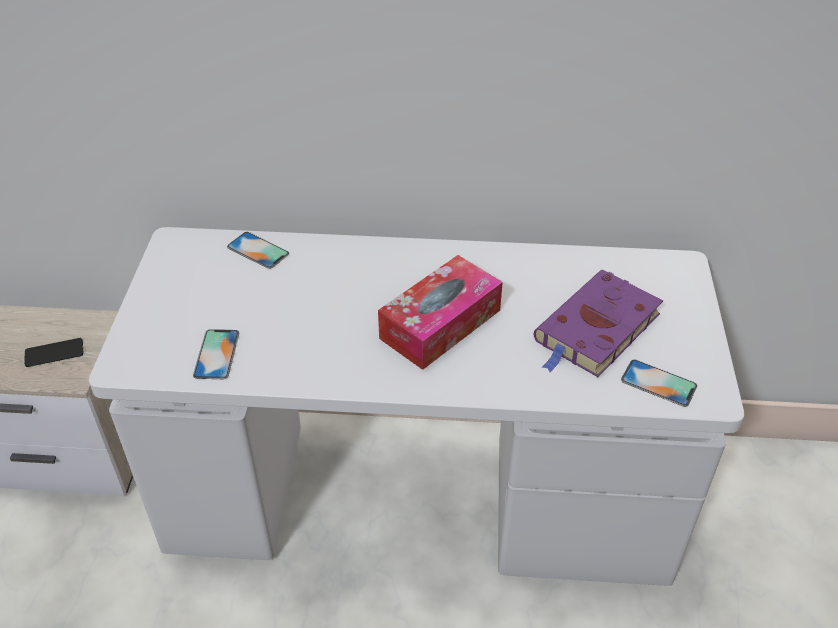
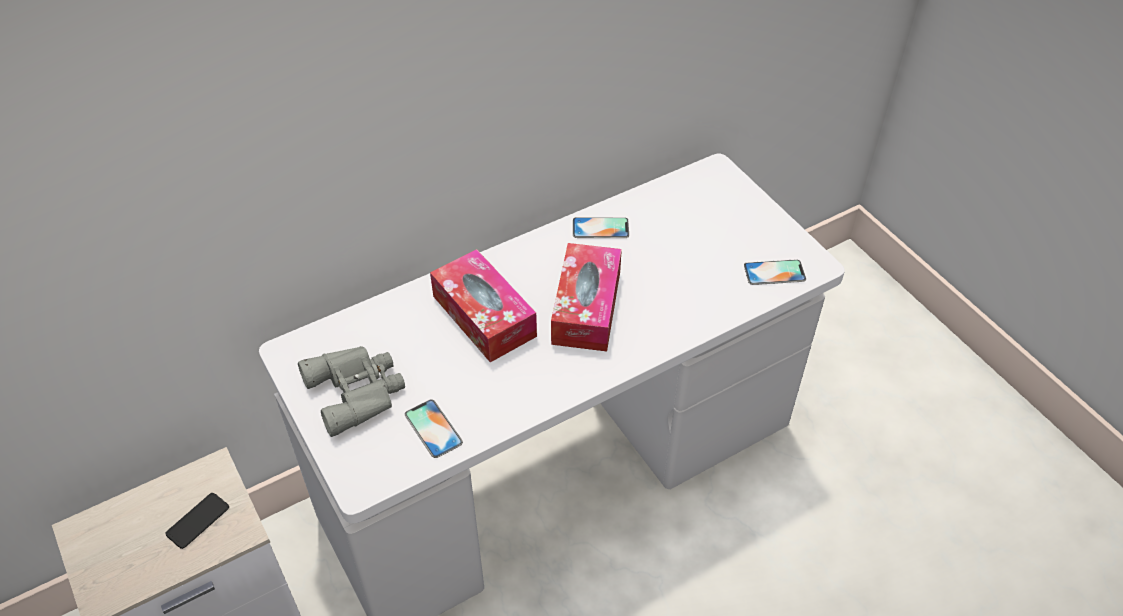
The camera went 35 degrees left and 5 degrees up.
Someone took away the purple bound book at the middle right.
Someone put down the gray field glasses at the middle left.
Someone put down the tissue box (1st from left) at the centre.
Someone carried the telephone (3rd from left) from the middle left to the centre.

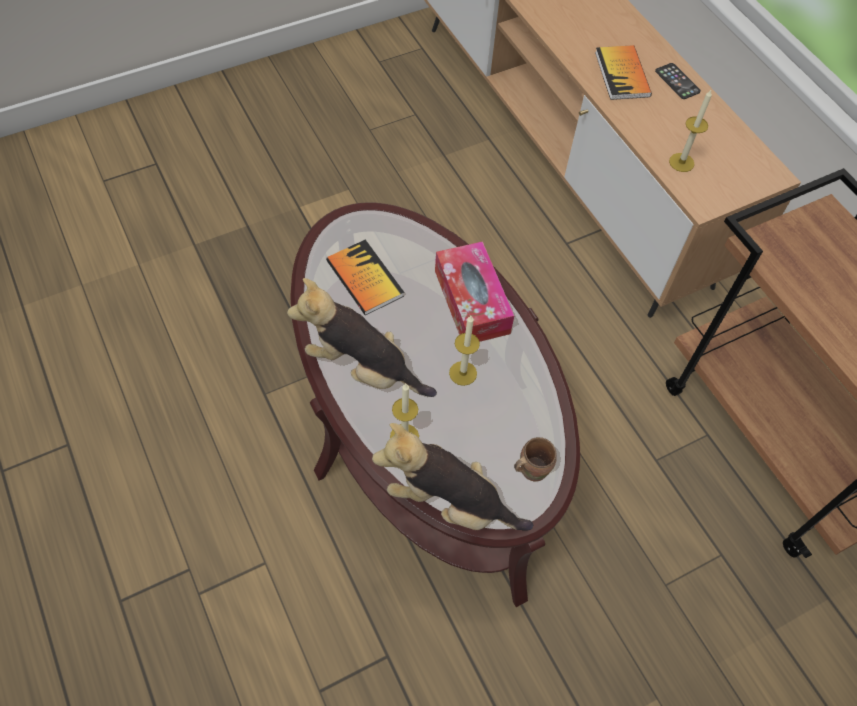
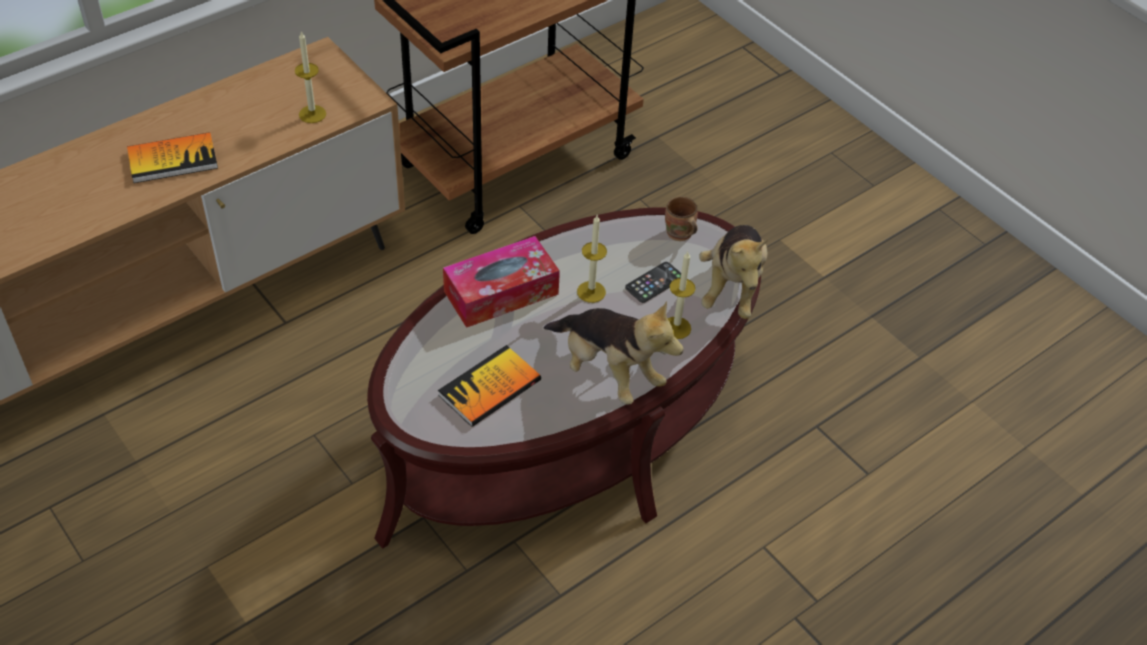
The camera went 100 degrees left and 10 degrees down.
Someone carried the telephone from the top right to the centre.
Someone rotated the plush toy (1st from left) at the centre by 60 degrees counterclockwise.

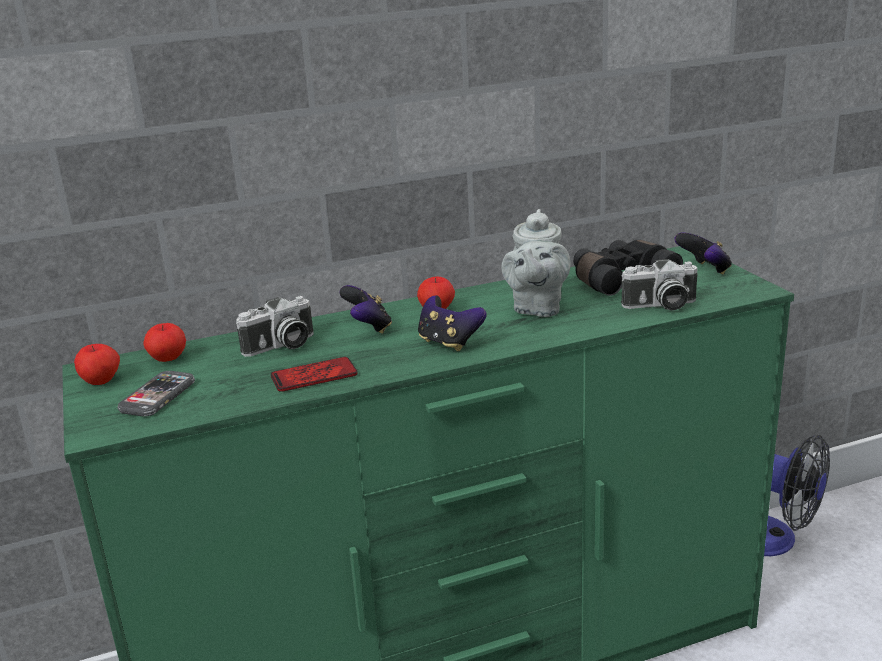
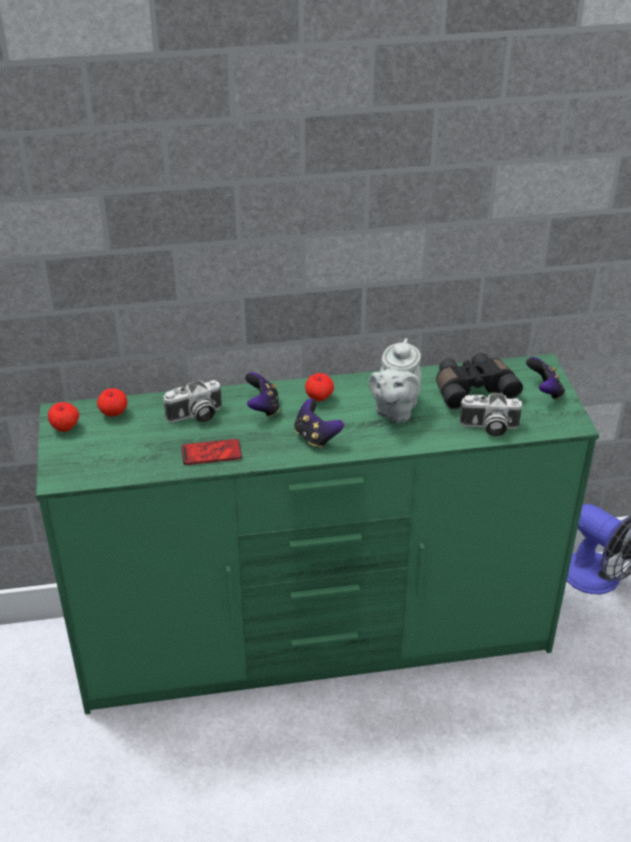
The camera went 10 degrees right and 15 degrees up.
Someone took away the telephone (1st from left) at the middle left.

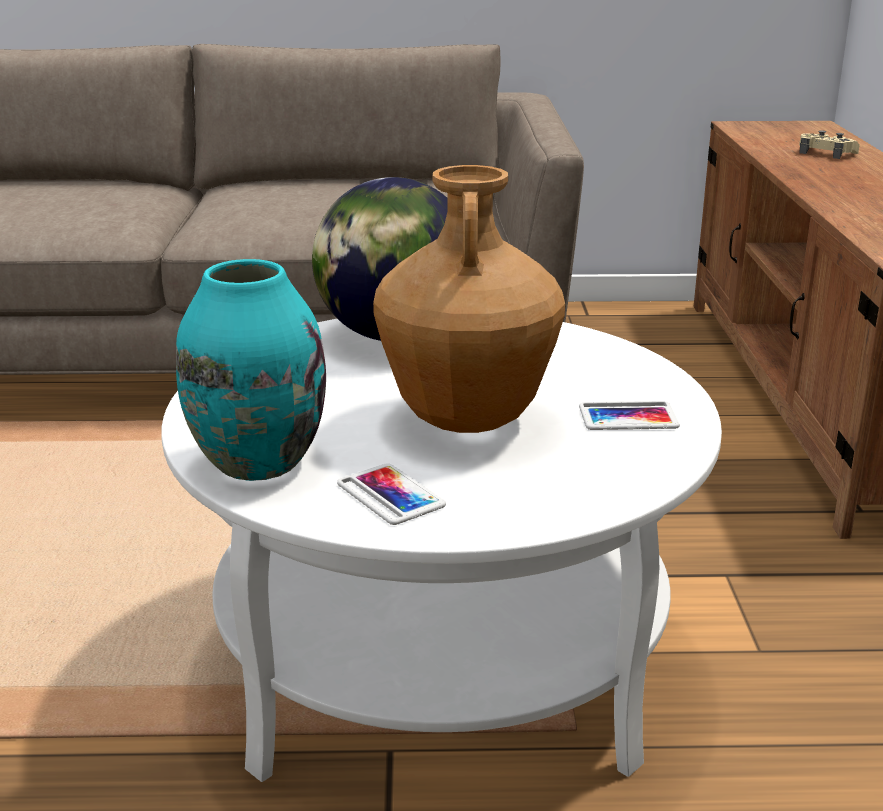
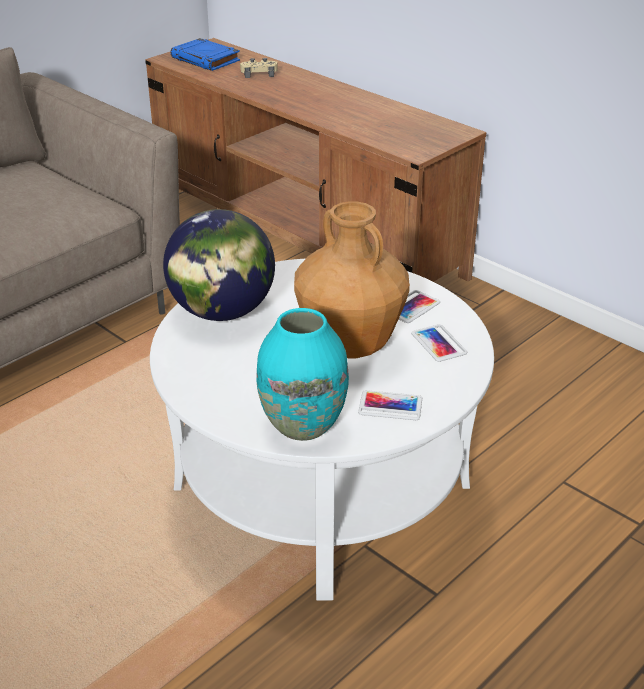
The camera went 45 degrees left and 10 degrees up.
Someone put down the blue-coloured bound book at the top left.
Someone put down the telephone (3rd from left) at the middle right.

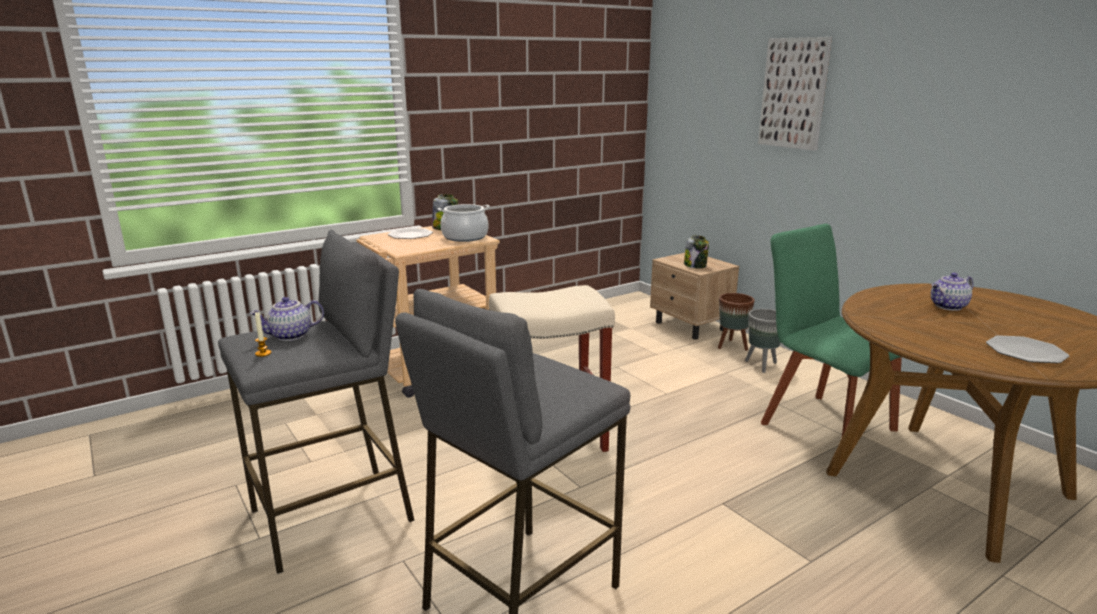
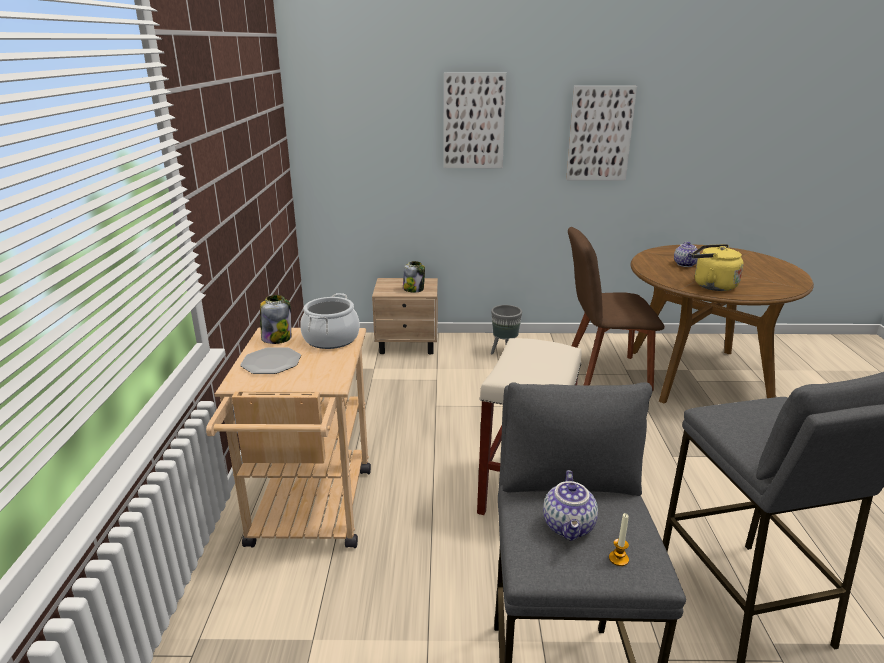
The camera went 55 degrees left and 5 degrees up.
Someone took away the brownish plant pot at the middle right.
Someone took away the dinner plate (2nd from left) at the middle right.
Someone put up the wall picture (2nd from left) at the top right.
Someone put down the yellow water kettle at the middle right.
Someone repainted the green chair at the middle right, which became the brownish chair at the middle right.

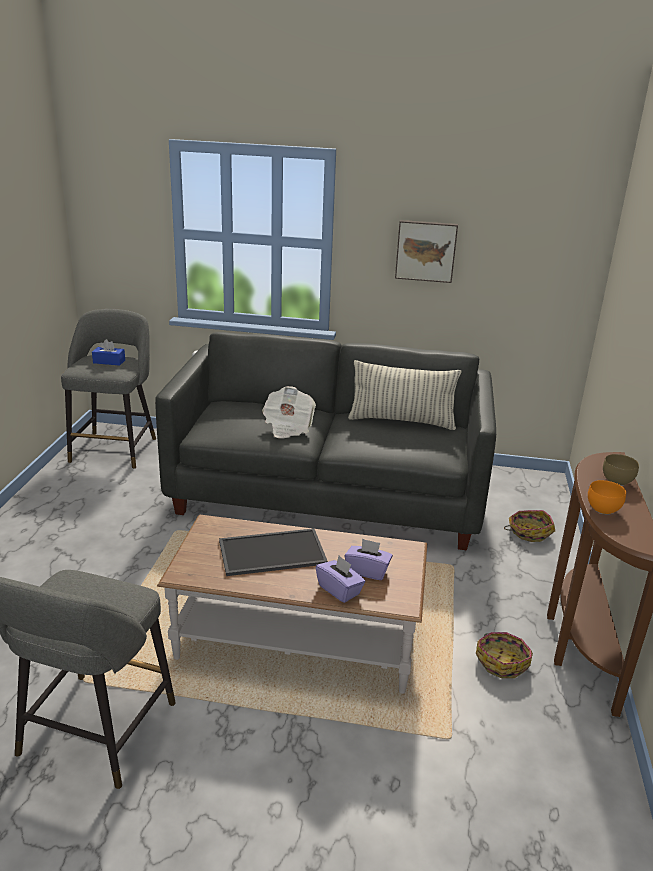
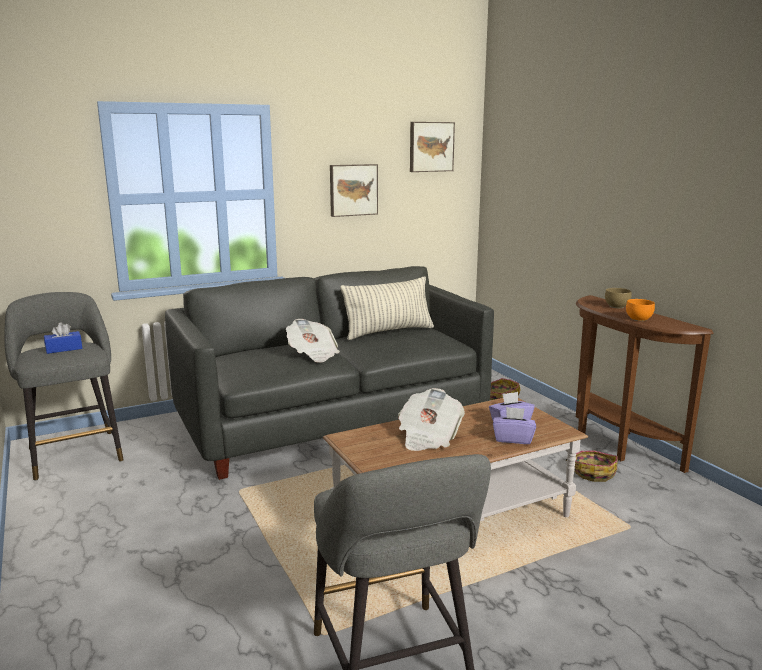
The camera went 35 degrees left and 10 degrees down.
Someone put up the wall picture (2nd from left) at the top centre.
Someone swapped the carrying tray at the centre for the printed paper (2nd from left) at the centre.

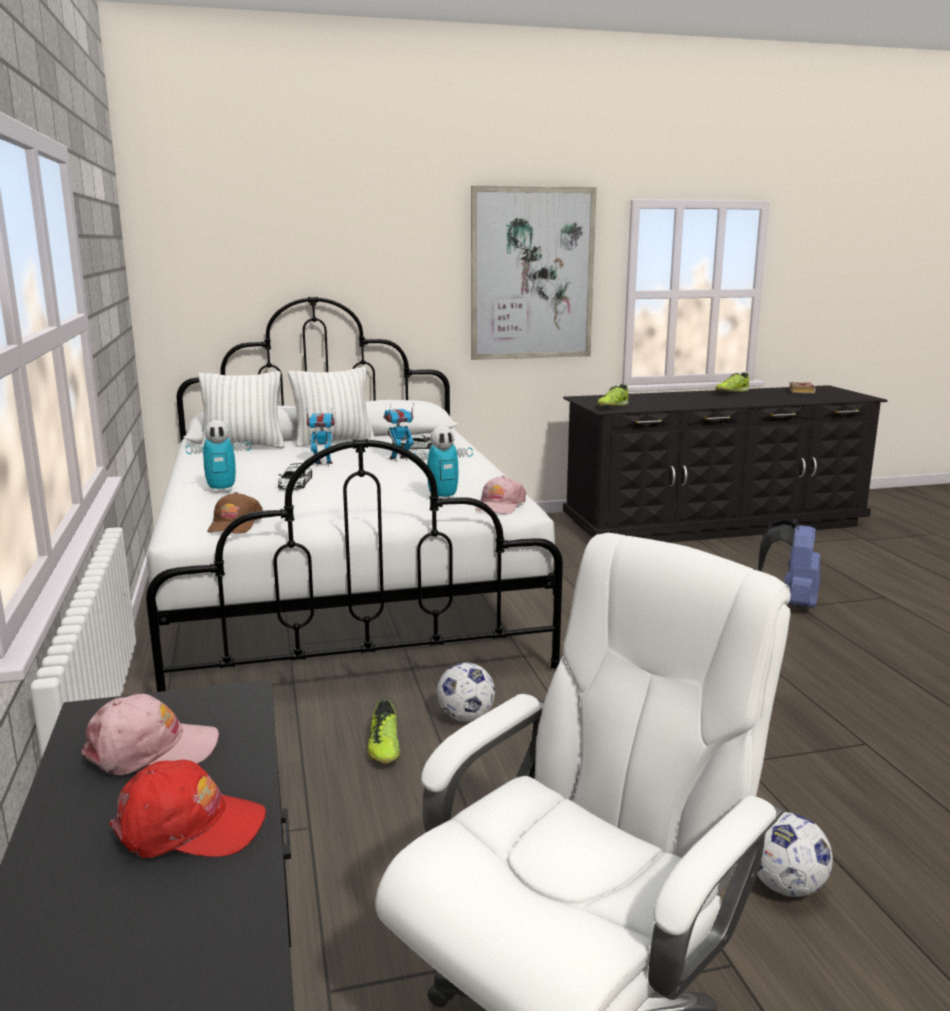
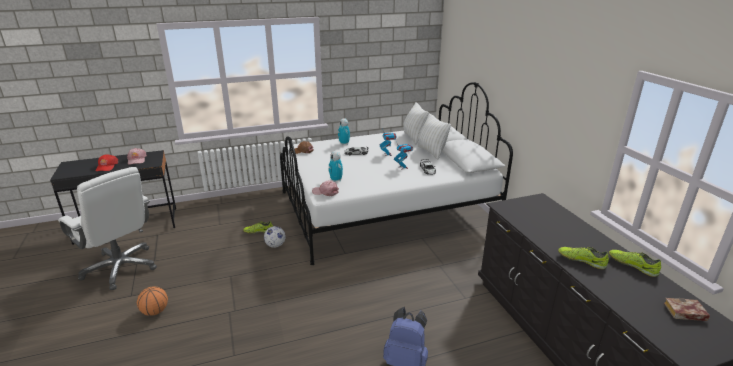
The camera went 85 degrees right and 10 degrees up.
Someone took away the wall picture at the top centre.
Someone carried the shoe (2nd from left) from the centre to the bottom right.
Someone swapped the football ball (2nd from left) at the bottom right for the basketball ball at the bottom left.

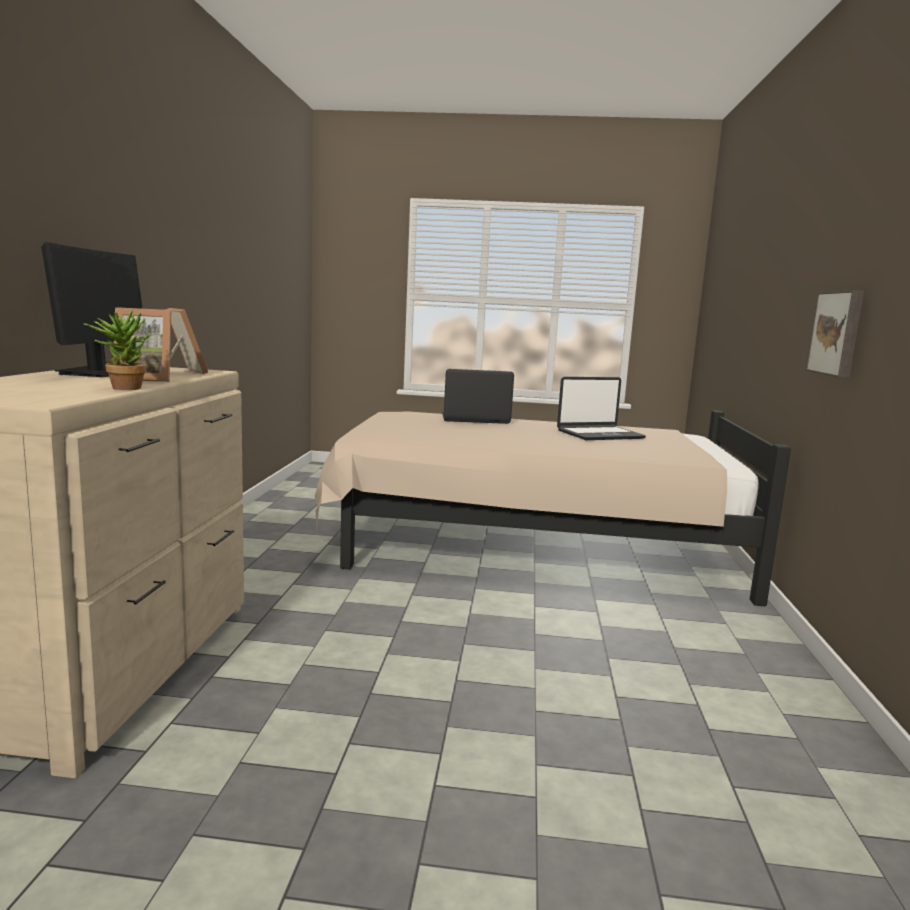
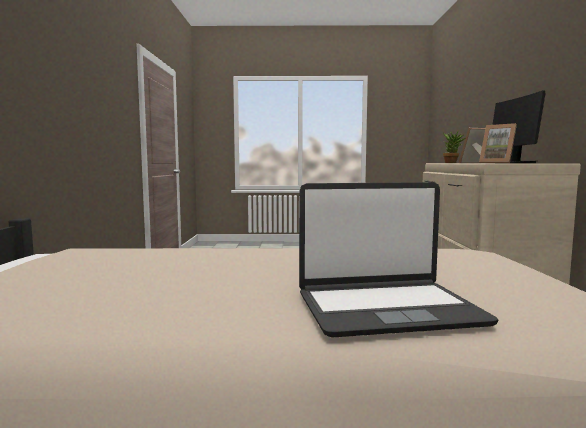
The camera went 175 degrees right and 5 degrees down.
Someone took away the laptop (2nd from left) at the centre.
Someone took away the wall picture at the middle right.

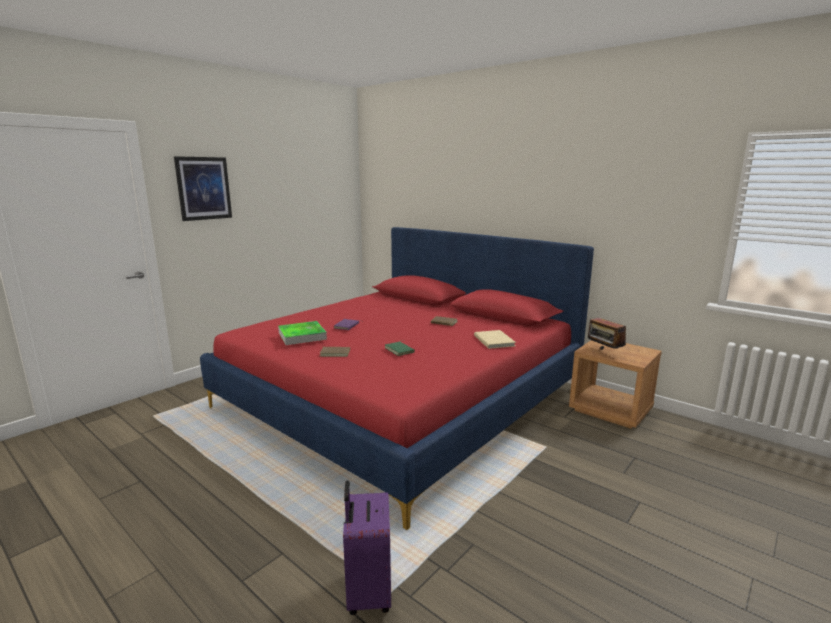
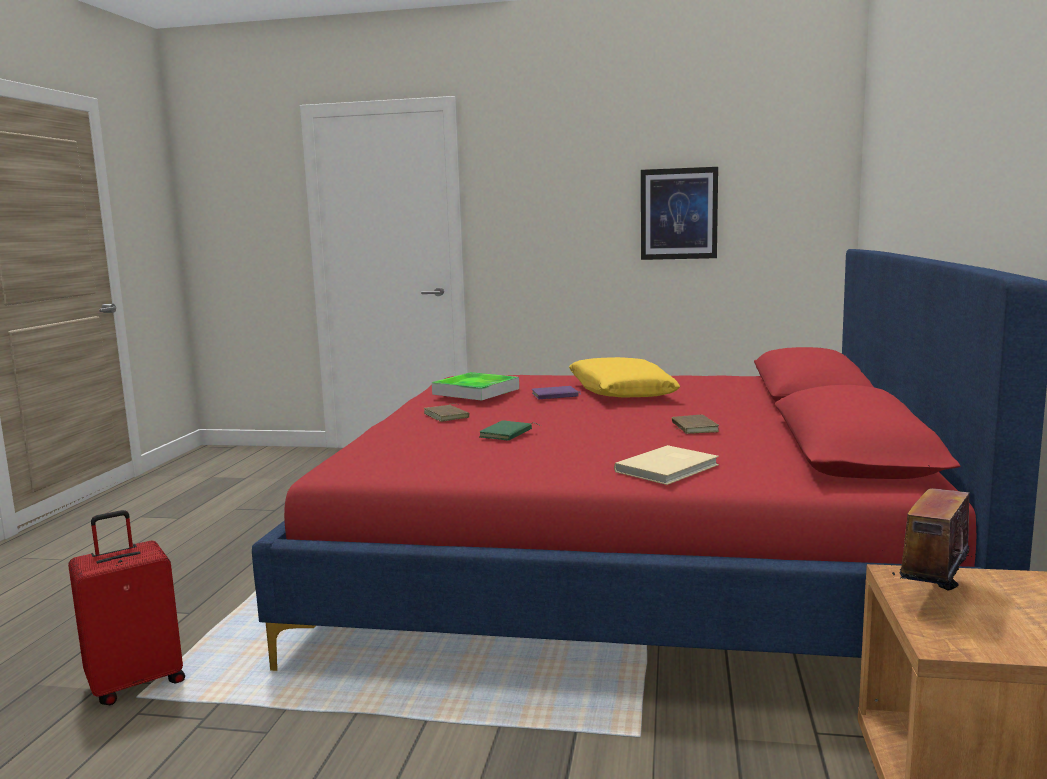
The camera went 60 degrees right and 5 degrees down.
Someone put down the yellow pillow at the centre.
Someone carried the wall picture from the top left to the top centre.
Someone repainted the purple piece of luggage at the bottom centre, which became the red-coloured piece of luggage at the bottom left.

